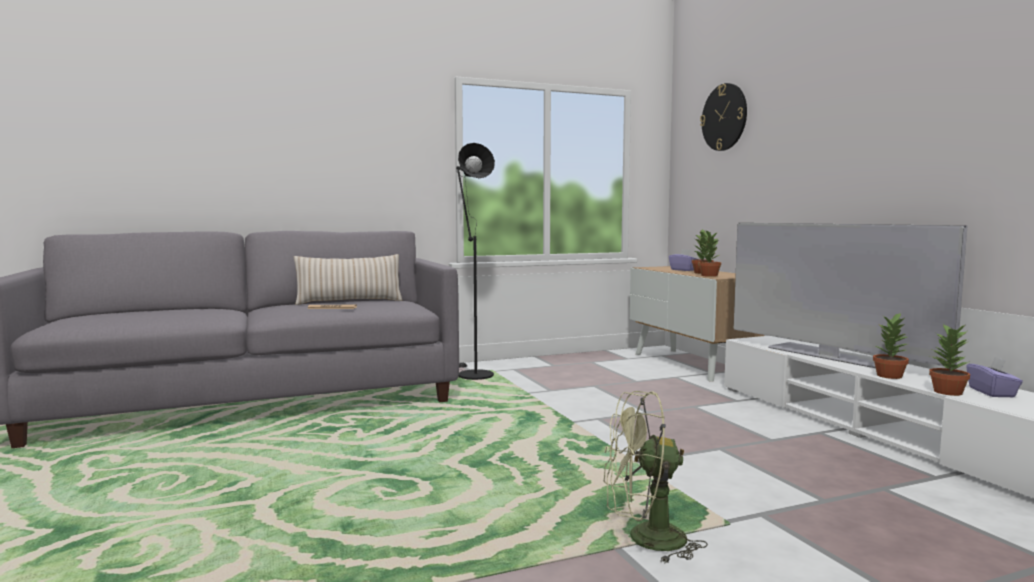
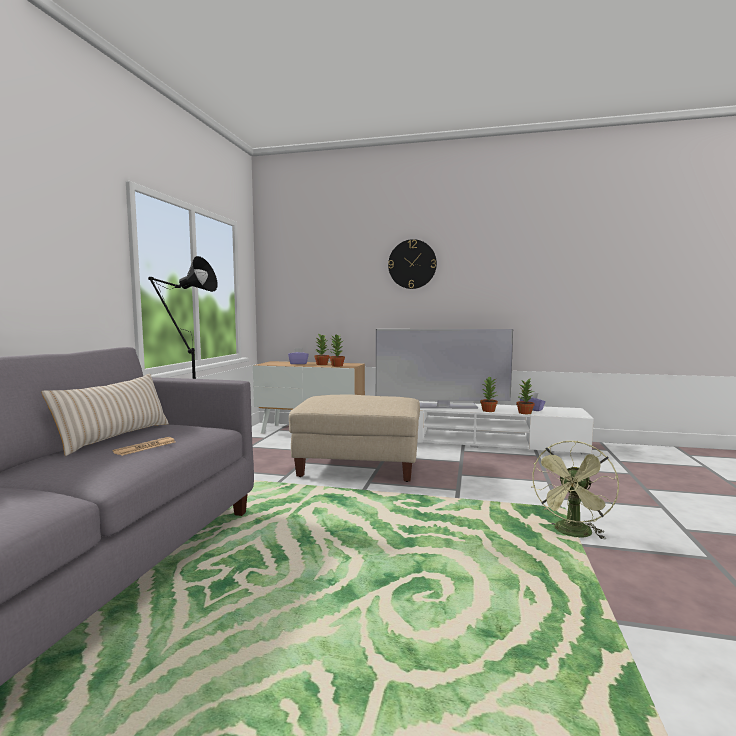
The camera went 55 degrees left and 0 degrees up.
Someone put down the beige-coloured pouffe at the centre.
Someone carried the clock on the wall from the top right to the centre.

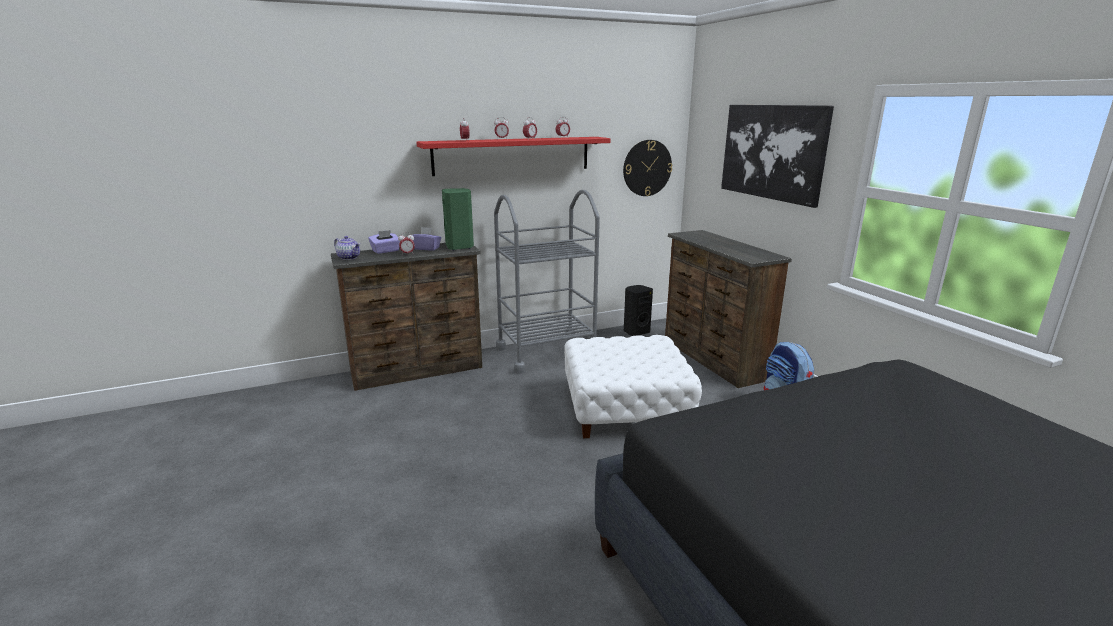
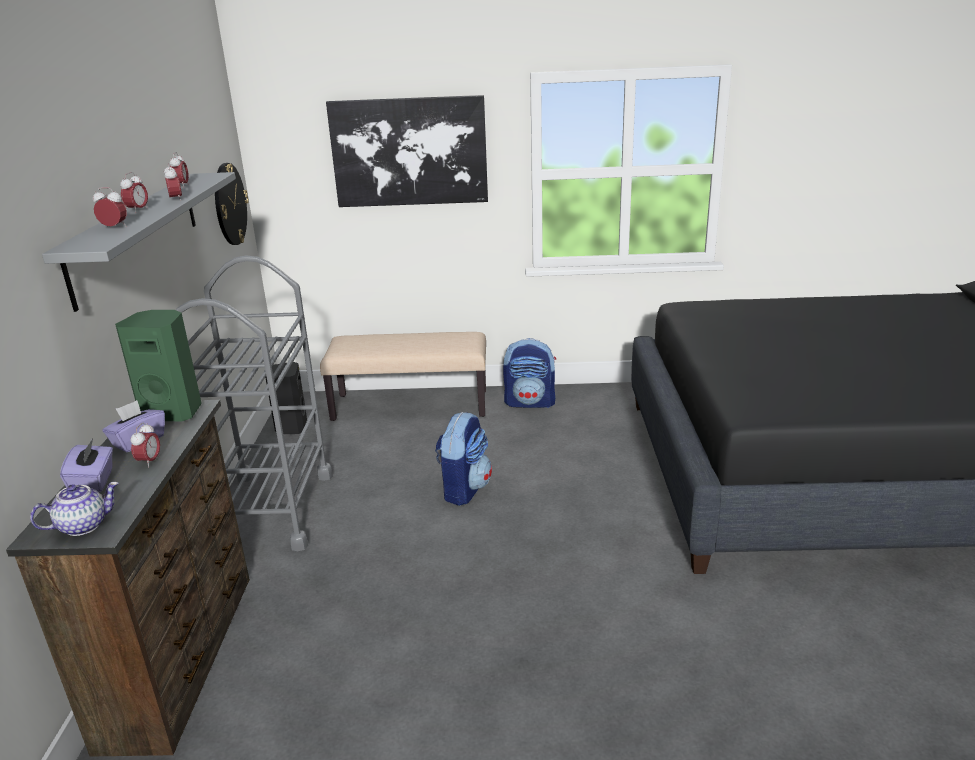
The camera went 65 degrees left and 5 degrees up.
Someone swapped the whitish pouffe at the centre for the rucksack (1st from left) at the centre.
Someone swapped the brownish dresser (2nd from left) at the centre for the beige-coloured bench at the centre.
Someone repainted the red-coloured wall shelf at the top centre, which became the gray wall shelf at the top left.

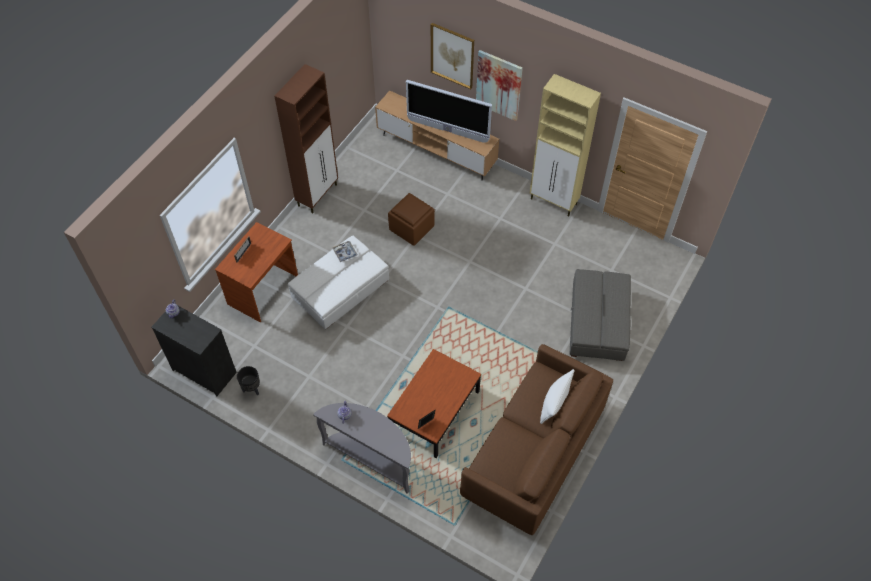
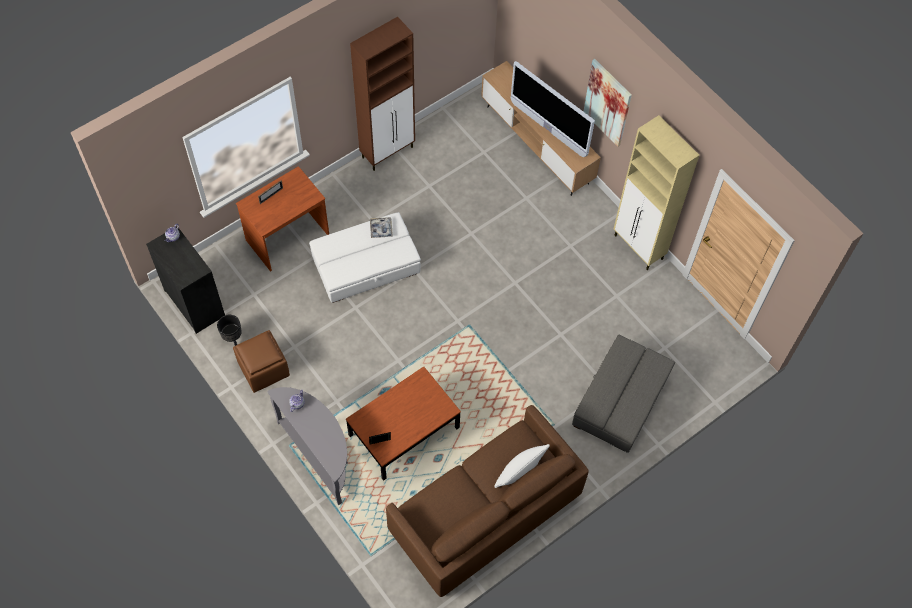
The camera went 20 degrees right and 5 degrees up.
Someone took away the wall picture (1st from left) at the top centre.
Someone carried the brownish pouffe from the centre to the middle left.

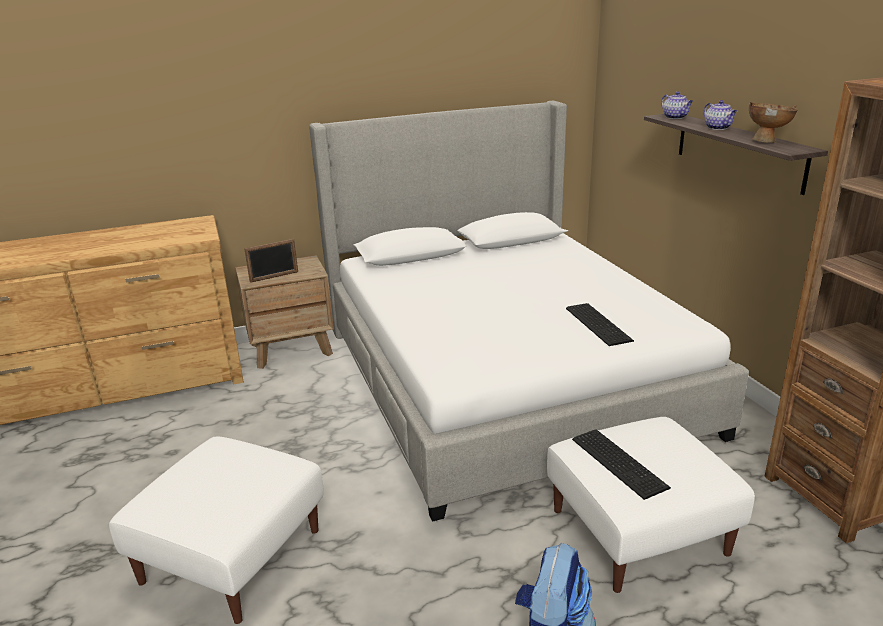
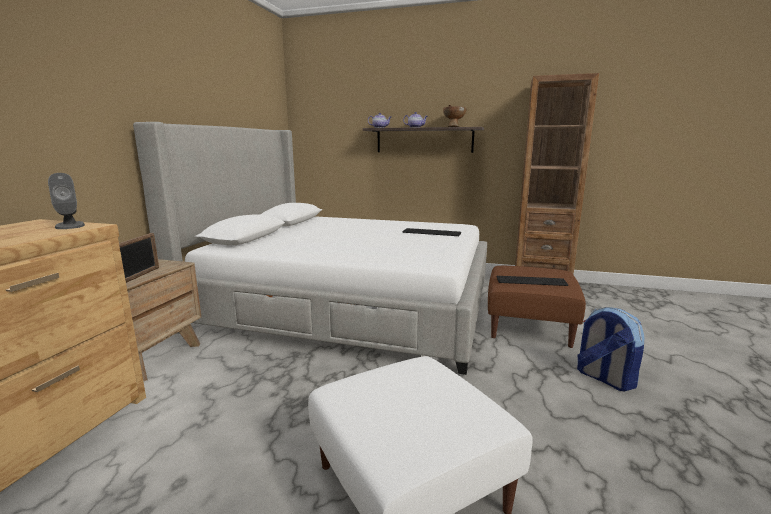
The camera went 55 degrees left and 10 degrees down.
Someone put down the gray audio speaker at the middle left.
Someone repainted the whitish pouffe (2nd from left) at the bottom right, which became the brownish pouffe at the middle right.

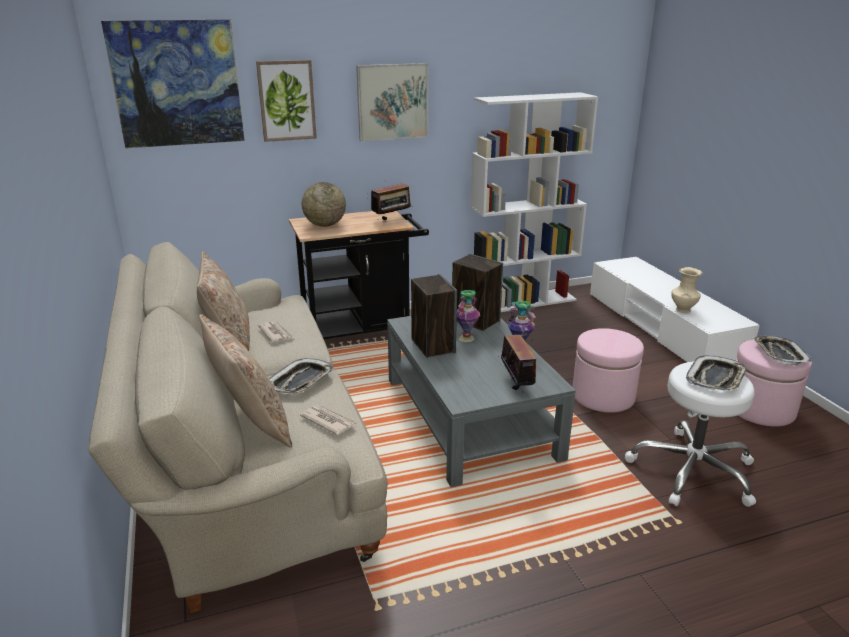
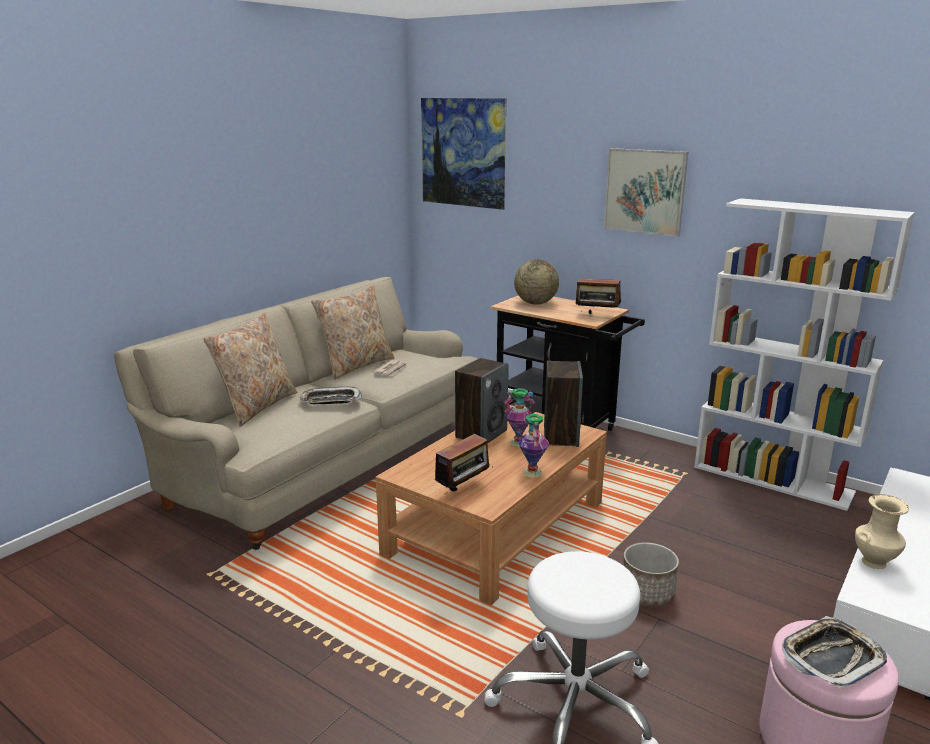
The camera went 55 degrees right and 5 degrees down.
Someone took away the wall picture (2nd from left) at the top centre.
Someone took away the printed paper (2nd from left) at the centre.
Someone took away the carrying tray (2nd from left) at the middle right.
Someone swapped the pinkish pouffe (1st from left) at the middle right for the plant pot at the bottom right.
Someone repainted the gray coffee table at the centre, which became the brownish coffee table at the bottom centre.

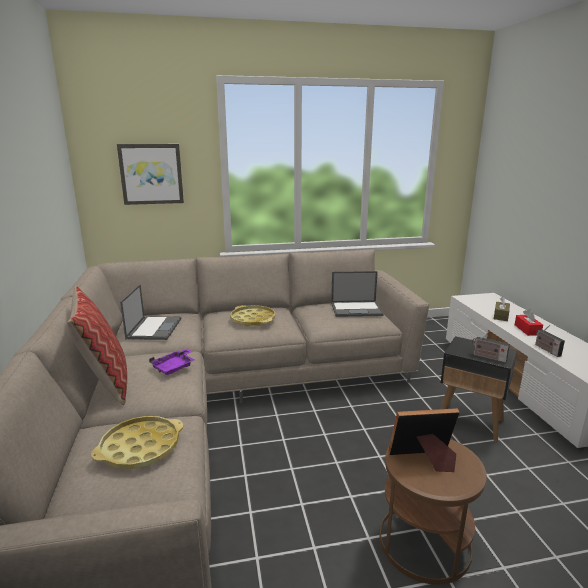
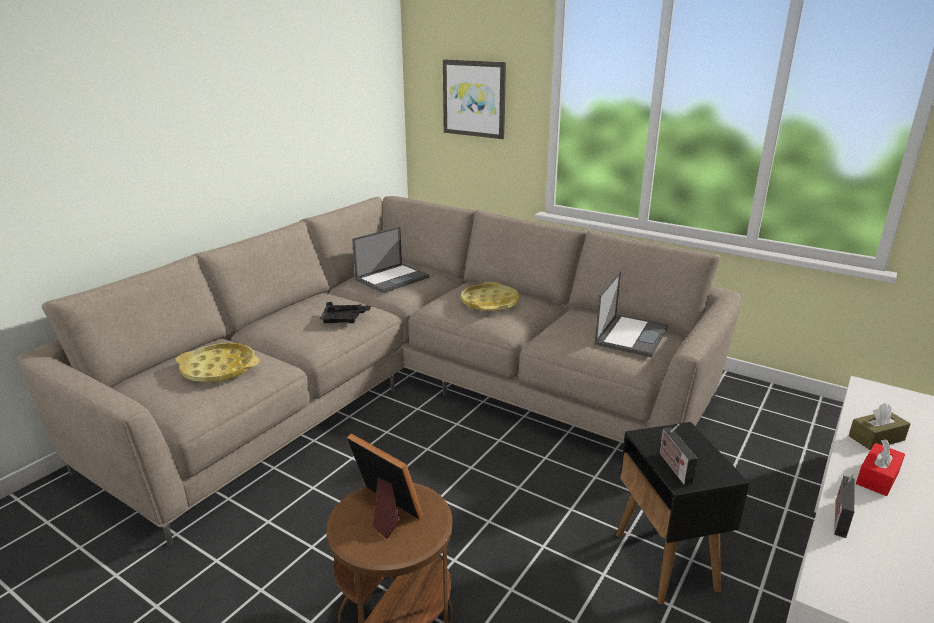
The camera went 45 degrees right and 5 degrees up.
Someone took away the pillow at the middle left.
Someone repainted the purple carrying tray at the middle left, which became the blackish carrying tray at the centre.
Someone rotated the laptop (2nd from left) at the centre by 105 degrees counterclockwise.

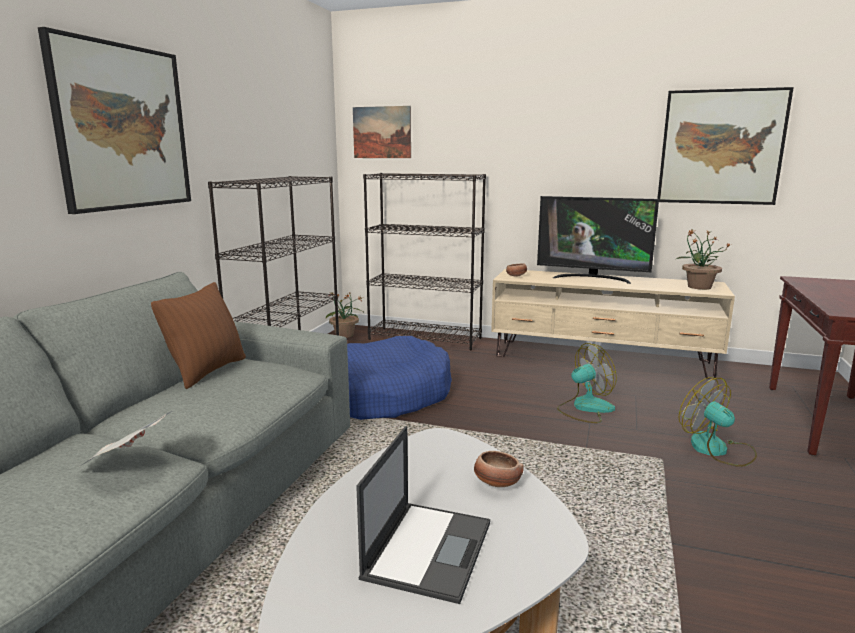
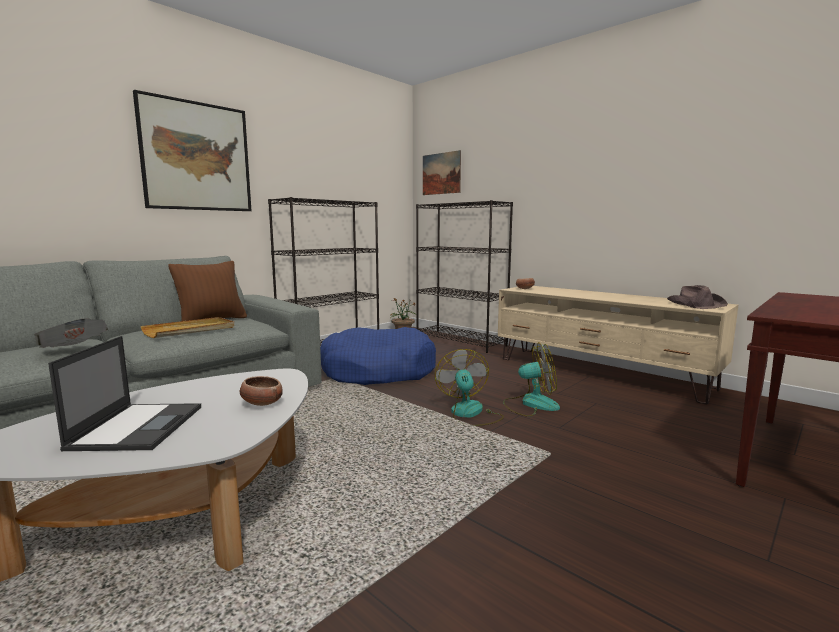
The camera went 25 degrees right and 5 degrees down.
Someone took away the TV set at the middle right.
Someone took away the wall picture (3rd from left) at the top right.
Someone put down the beige-coloured carrying tray at the middle left.
Someone carried the cooling fan (2nd from left in the first image) from the bottom right to the centre.
Someone swapped the houseplant (2nd from left) at the middle right for the brownish clothing hat at the middle right.
Someone rotated the laptop at the bottom centre by 45 degrees counterclockwise.

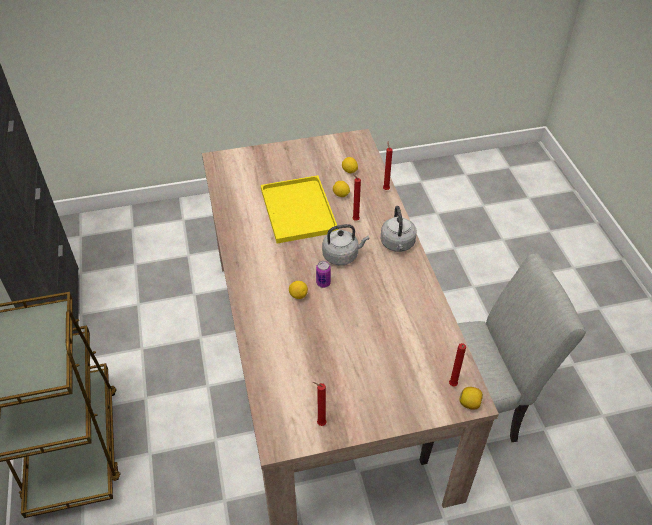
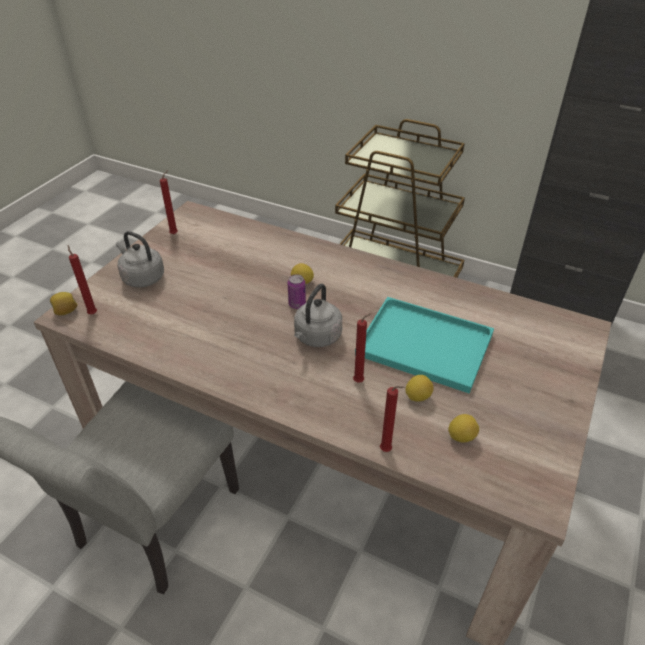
The camera went 130 degrees right and 5 degrees down.
Someone carried the gray water kettle (2nd from left in the first image) from the centre to the middle left.
Someone repainted the yellow carrying tray at the centre, which became the turquoise carrying tray at the centre.

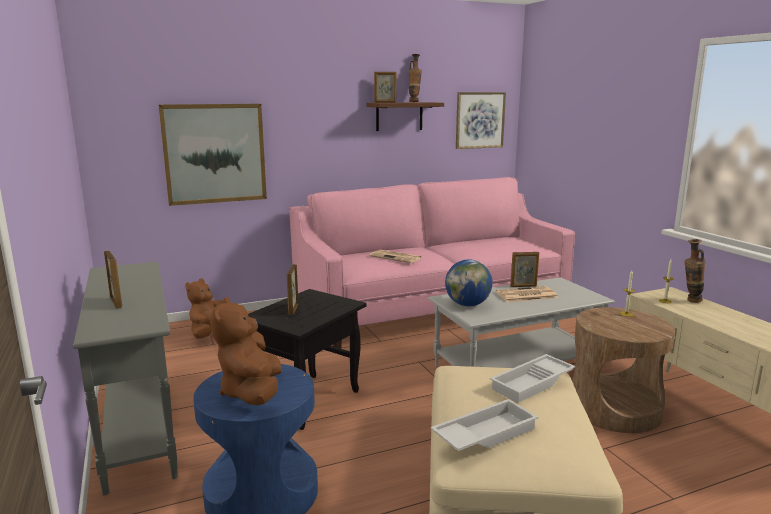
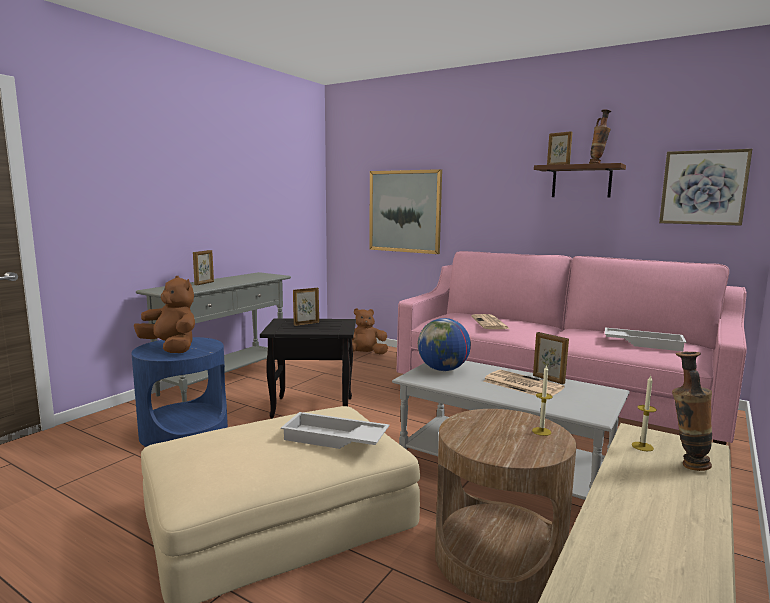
The camera went 55 degrees right and 5 degrees down.
Someone carried the whitish carrying tray (1st from left in the first image) from the bottom centre to the middle right.
Someone rotated the brownish plush toy (2nd from left in the first image) at the bottom left by 75 degrees clockwise.

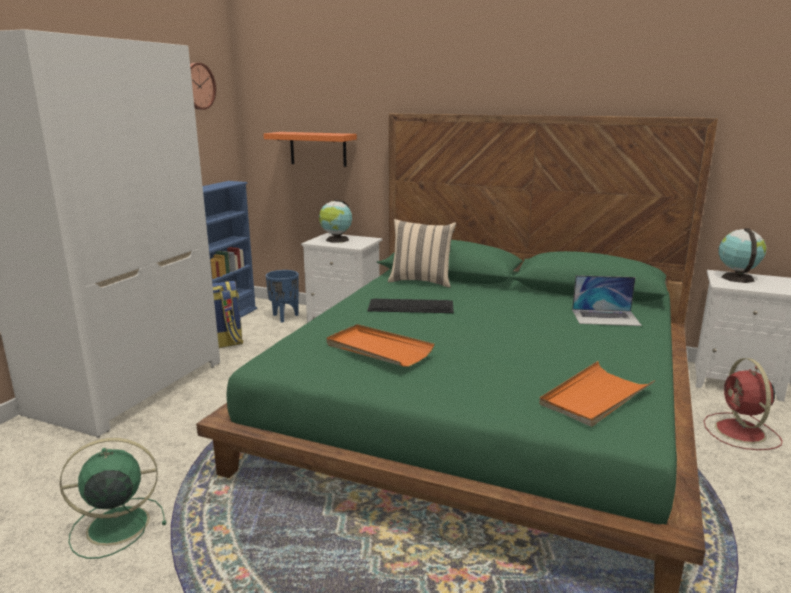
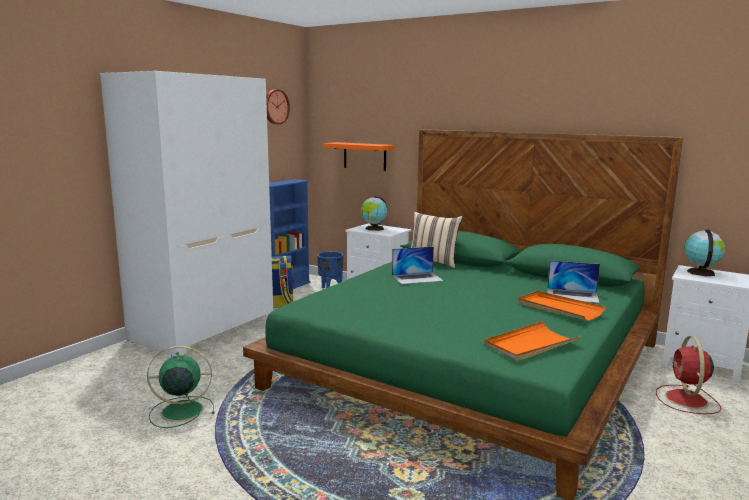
The camera went 10 degrees right and 5 degrees down.
Someone carried the orangey carrying tray (1st from left in the first image) from the centre to the middle right.
Someone swapped the computer keyboard at the centre for the laptop (1st from left) at the centre.

